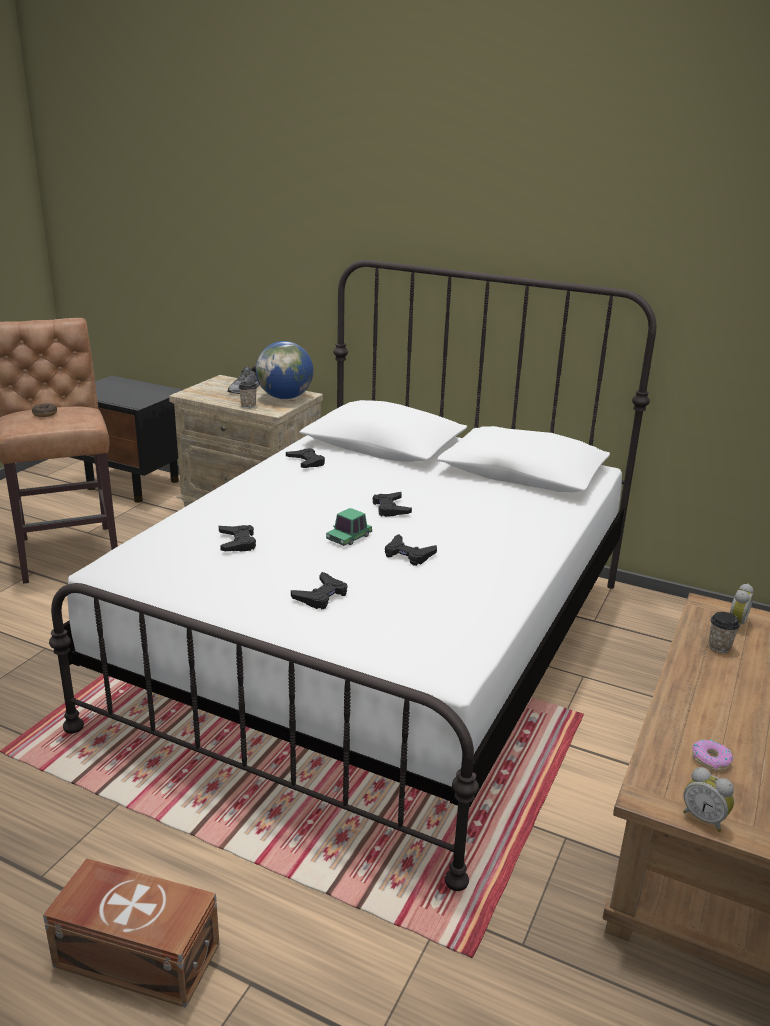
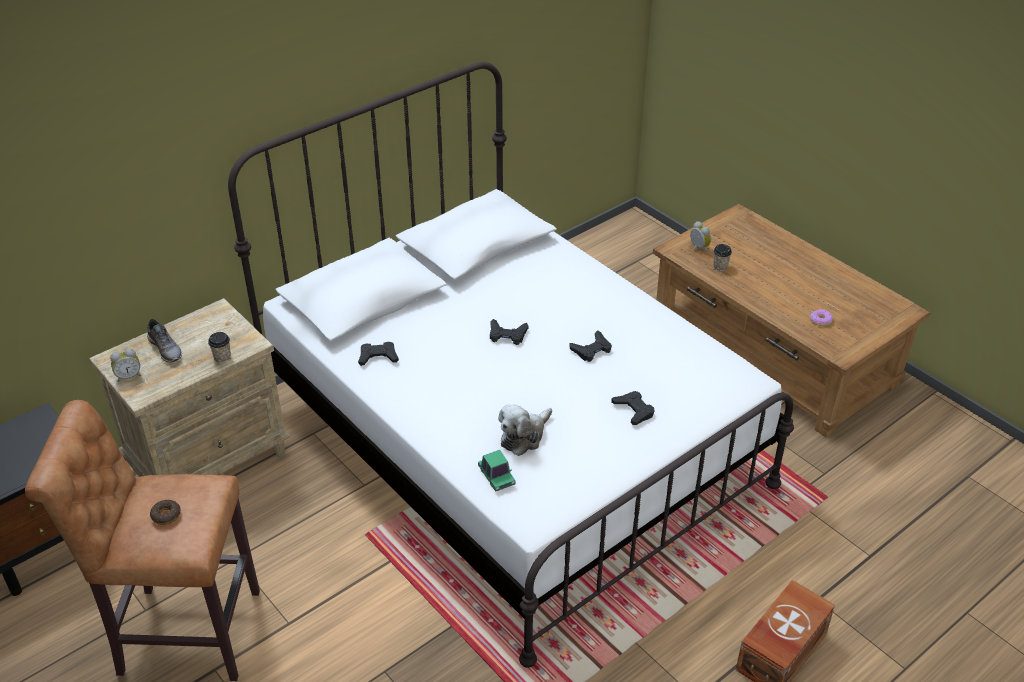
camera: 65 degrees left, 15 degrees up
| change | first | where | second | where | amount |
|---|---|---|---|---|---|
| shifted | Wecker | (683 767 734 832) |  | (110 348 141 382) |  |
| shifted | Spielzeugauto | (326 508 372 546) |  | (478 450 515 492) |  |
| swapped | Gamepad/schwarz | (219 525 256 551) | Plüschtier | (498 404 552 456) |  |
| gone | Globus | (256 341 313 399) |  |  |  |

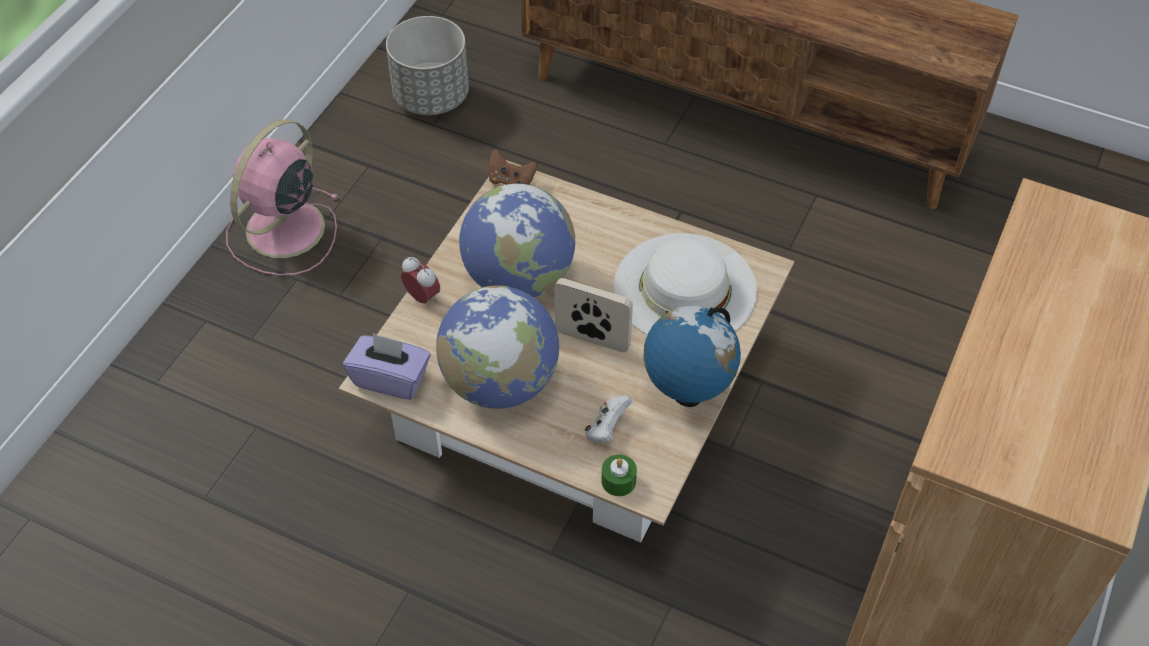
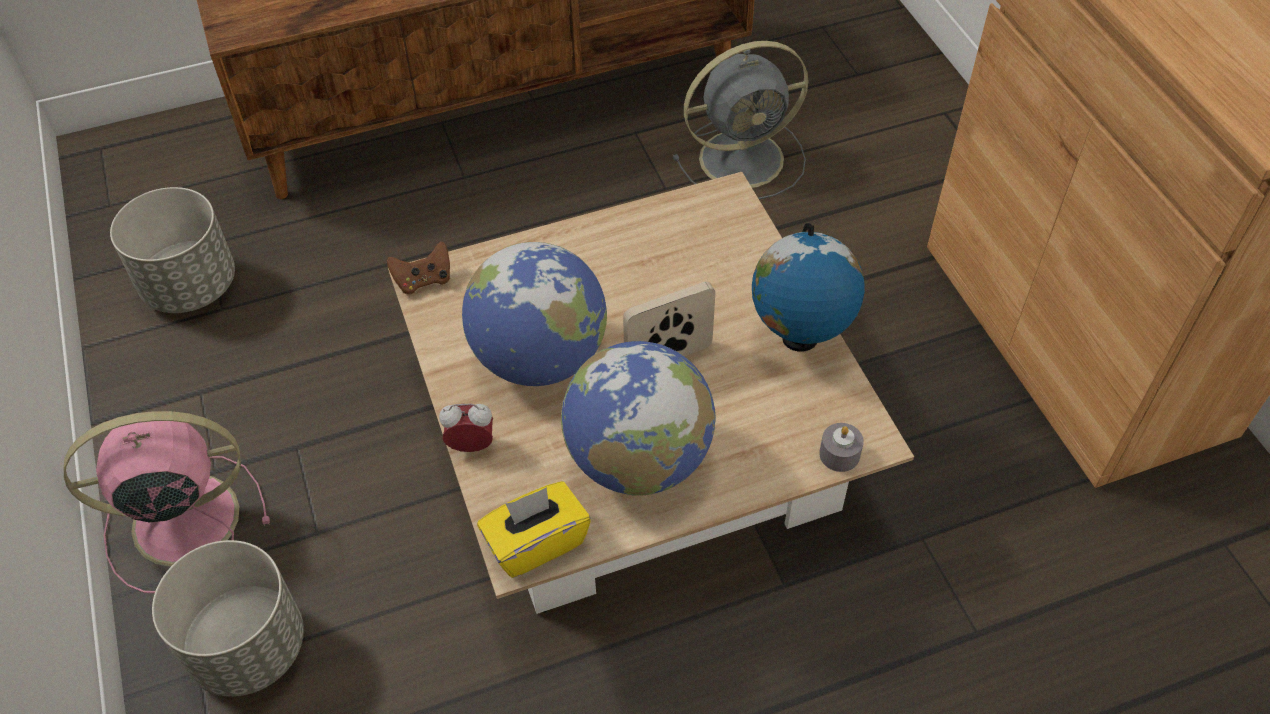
camera: 45 degrees left, 0 degrees up
| change | first | where | second | where | amount |
|---|---|---|---|---|---|
| rotated | Ventilator/rosa | (226 119 338 276) |  | (64 411 270 593) | 90 degrees clockwise |
| new |  |  | Pflanzkübel/grau | (152 540 304 697) |  |
| repainted | Taschentuchbox/lila | (343 333 431 400) | Taschentuchbox/gelb | (477 481 591 578) |  |
| new |  |  | Ventilator/grau | (673 41 808 199) |  |
| repainted | Kerze/grün | (602 454 637 496) | Kerze/grau | (819 423 864 472) |  |
| gone | Gamepad/weiß | (585 395 633 443) |  |  |  |
| gone | Hut/weiß | (614 233 757 335) |  |  |  |

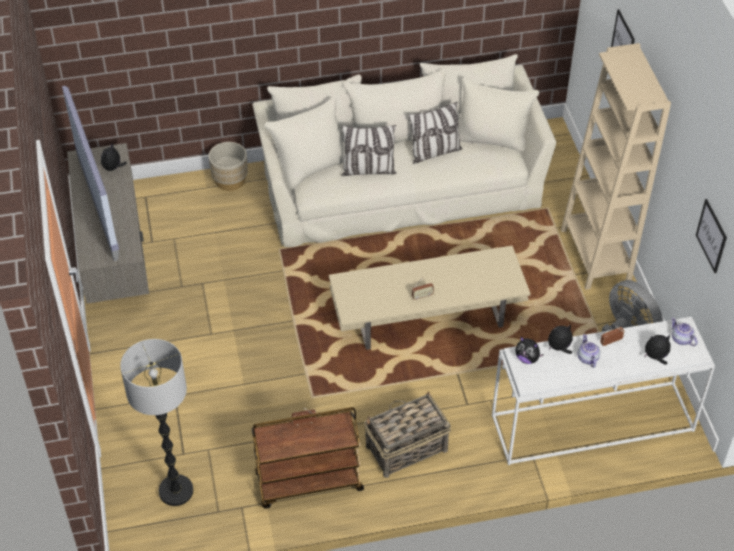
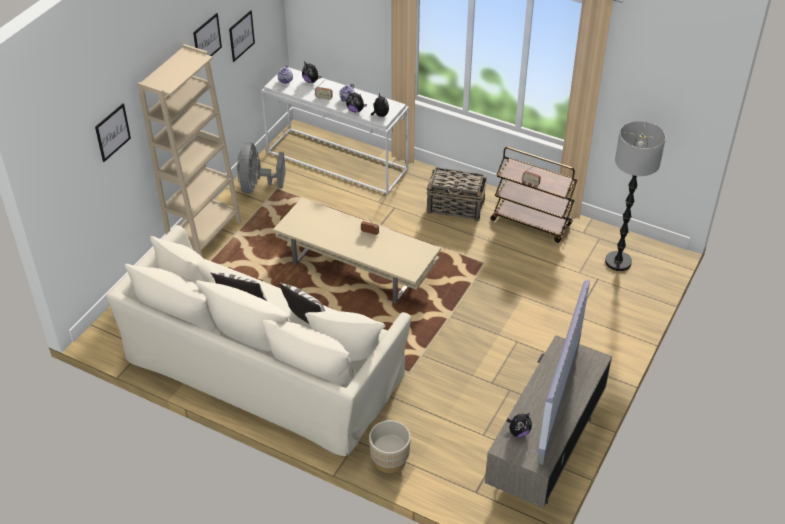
camera: 140 degrees left, 5 degrees down
| change | first | where | second | where | amount |
|---|---|---|---|---|---|
| new |  |  | Bild | (193 13 222 56) |  |

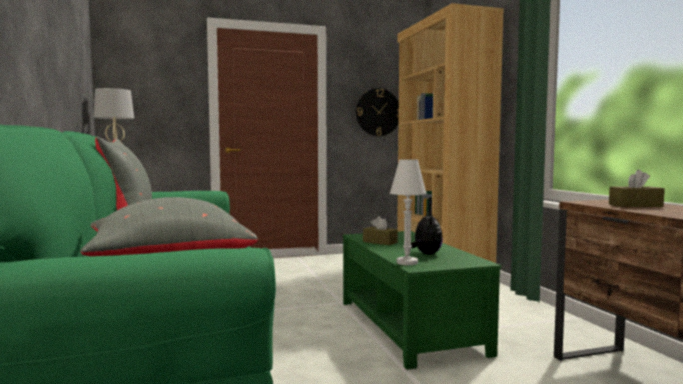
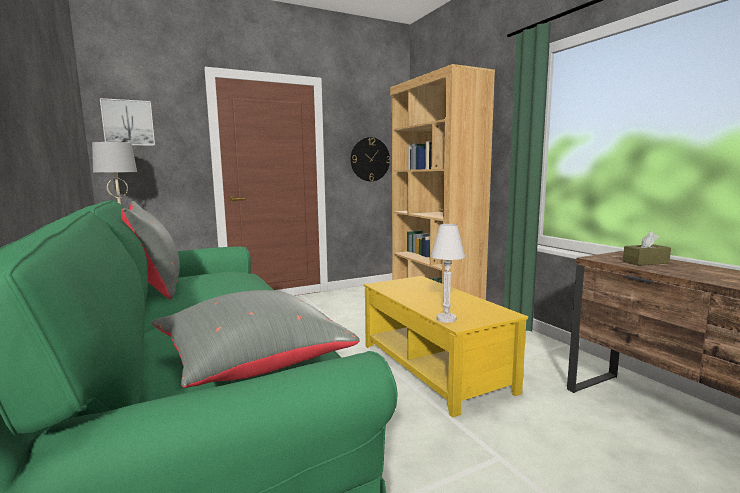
camera: 10 degrees left, 5 degrees up
| change | first | where | second | where | amount |
|---|---|---|---|---|---|
| new |  |  | Bild | (100 98 155 146) |  |
| repainted | Couchtisch/grün | (343 231 501 370) | Couchtisch/gelb | (364 276 528 418) |  |
| gone | Taschentuchbox/braun | (363 216 398 245) |  |  |  |
| gone | Plüschtier | (411 213 443 254) |  |  |  |

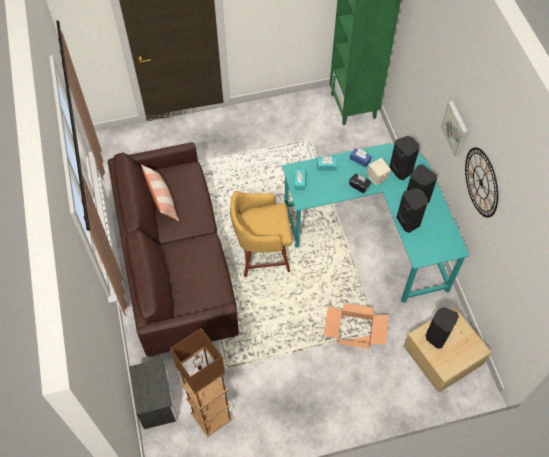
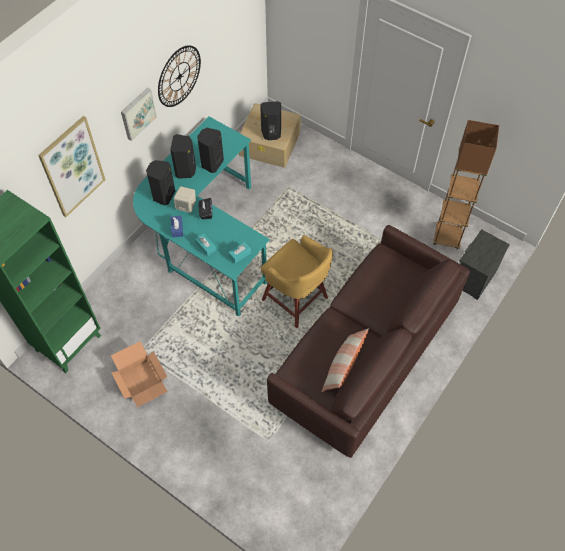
camera: 130 degrees left, 0 degrees up
| change | first | where | second | where | amount |
|---|---|---|---|---|---|
| new |  |  | Bild | (38 116 105 217) |  |
| shifted | Karton | (324 303 389 349) |  | (111 341 168 407) |  |

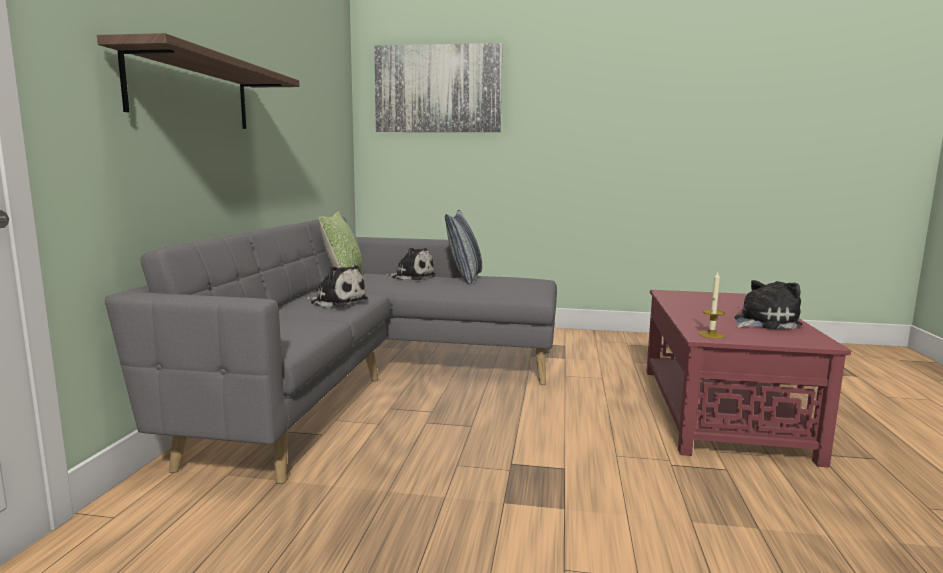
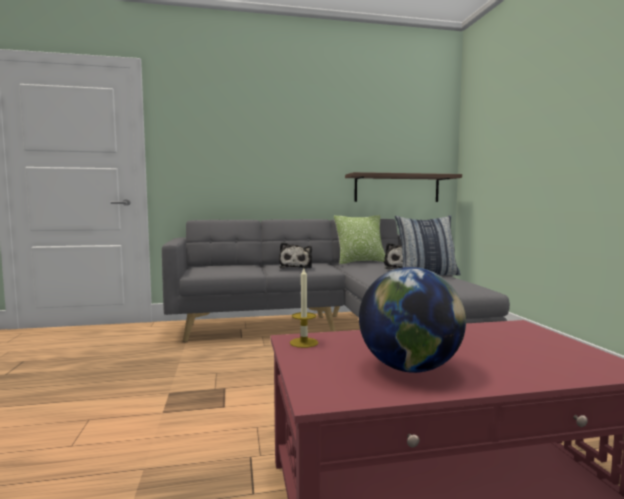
camera: 70 degrees right, 5 degrees down
| change | first | where | second | where | amount |
|---|---|---|---|---|---|
| shifted | Wandregal | (97 33 300 129) |  | (345 172 462 202) |  |
| swapped | Plüschtier | (734 280 802 329) | Globus | (359 267 466 373) |  |
| gone | Bild | (374 43 503 132) |  |  |  |

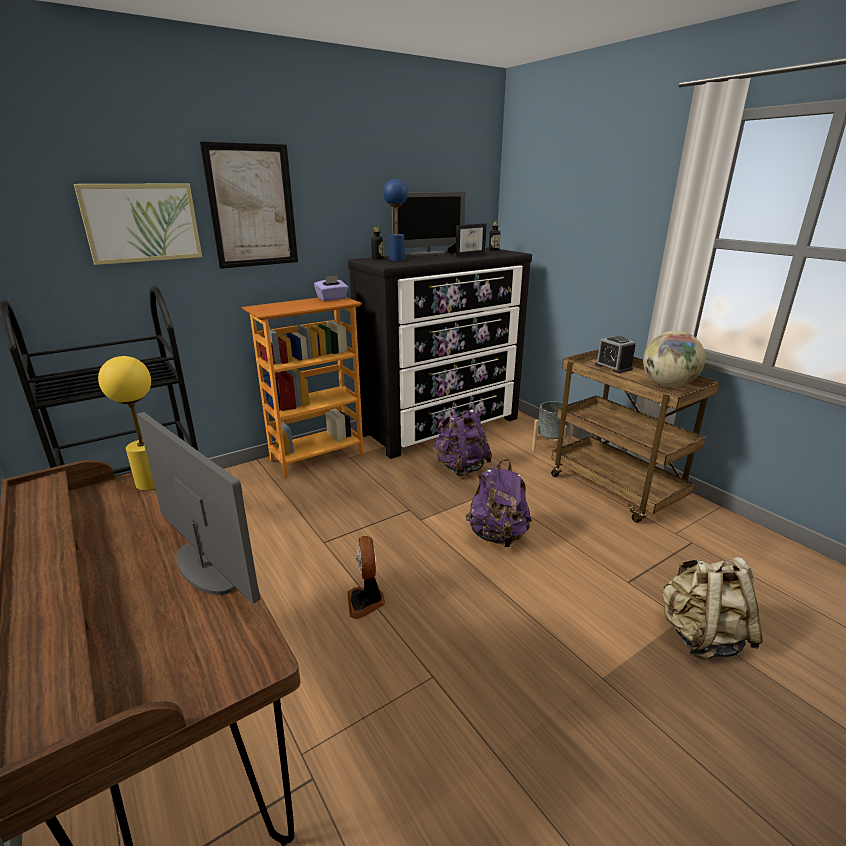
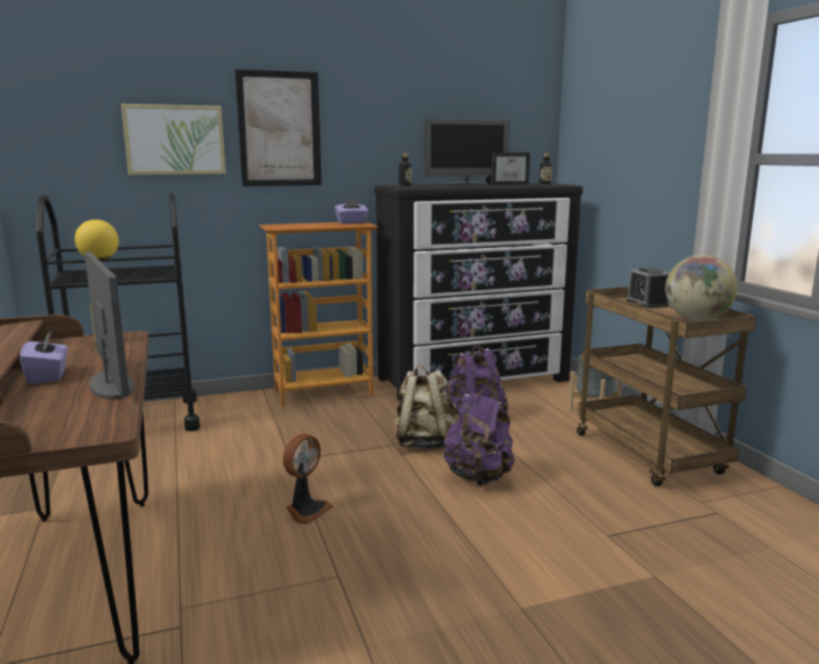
camera: 15 degrees right, 10 degrees down
| change | first | where | second | where | amount |
|---|---|---|---|---|---|
| new |  |  | Taschentuchbox/lila | (20 330 68 384) |  |
| rotated | Ventilator | (347 536 385 619) |  | (283 433 333 524) | 150 degrees counterclockwise |
| shifted | Rucksack/beige | (662 557 763 659) |  | (394 365 457 449) |  |
| gone | Tischlampe/blau | (383 179 408 261) |  |  |  |

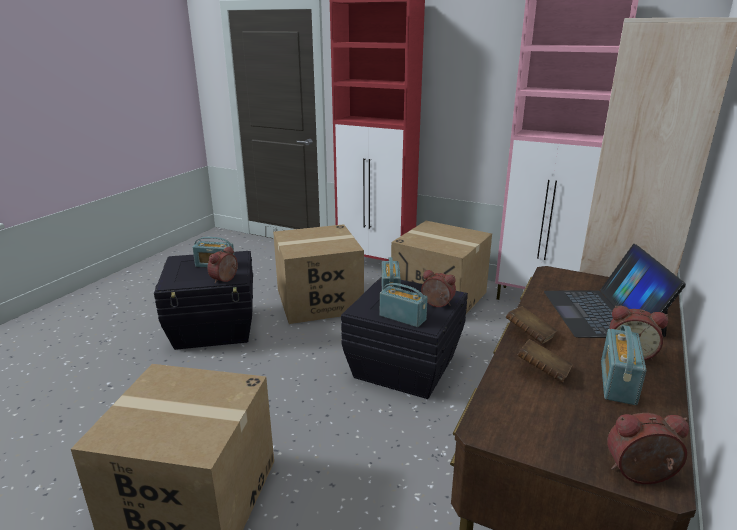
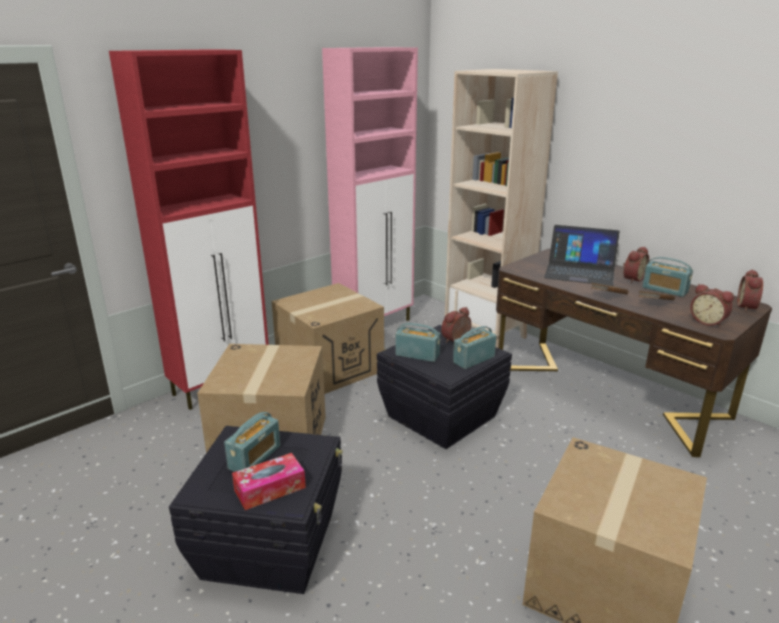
camera: 70 degrees left, 0 degrees up
| change | first | where | second | where | amount |
|---|---|---|---|---|---|
| new |  |  | Taschentuchbox | (232 453 306 510) |  |
| shifted | Wecker | (207 246 238 283) |  | (690 284 734 328) |  |

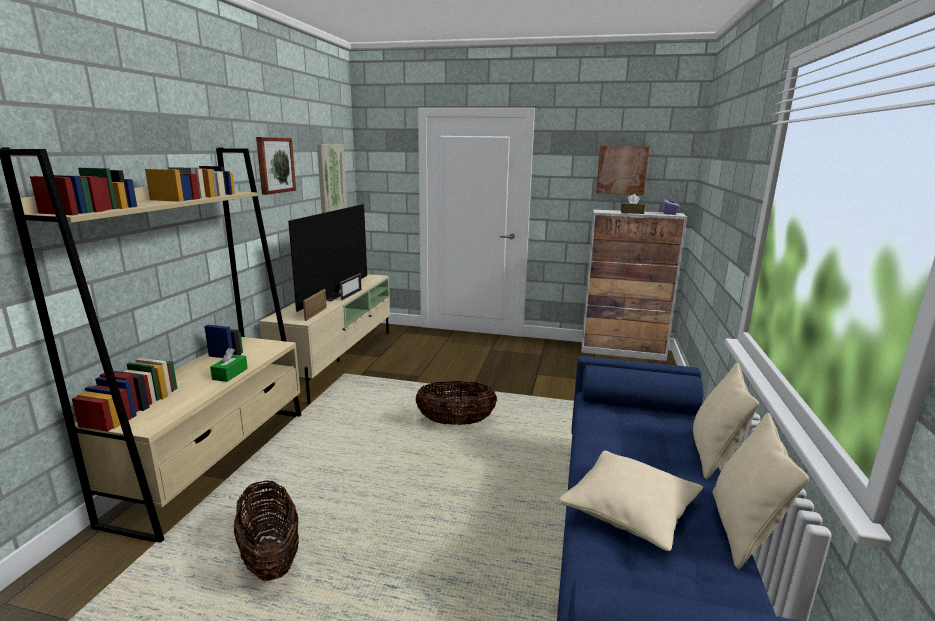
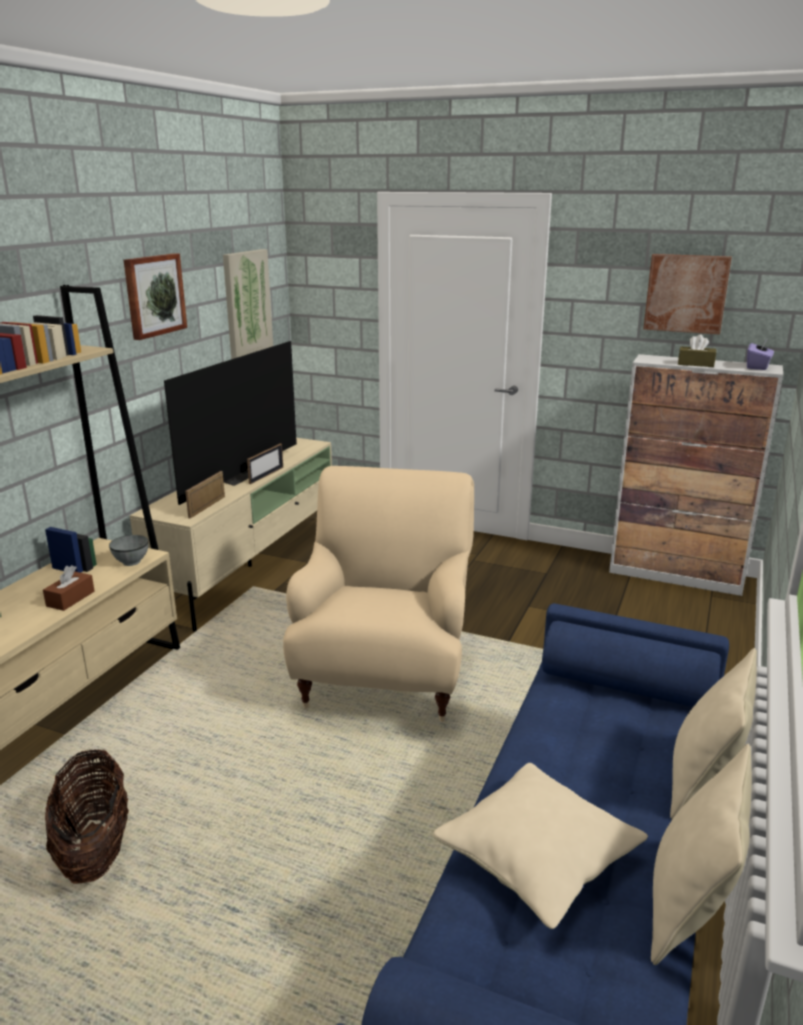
camera: 10 degrees right, 5 degrees up
| change | first | where | second | where | amount |
|---|---|---|---|---|---|
| repainted | Taschentuchbox/grün | (210 348 248 382) | Taschentuchbox/braun | (43 565 95 611) |  |
| new |  |  | Schüssel/grau | (109 535 148 566) |  |
| swapped | Korb | (416 381 497 425) | Sessel/beige | (283 466 474 722) |  |

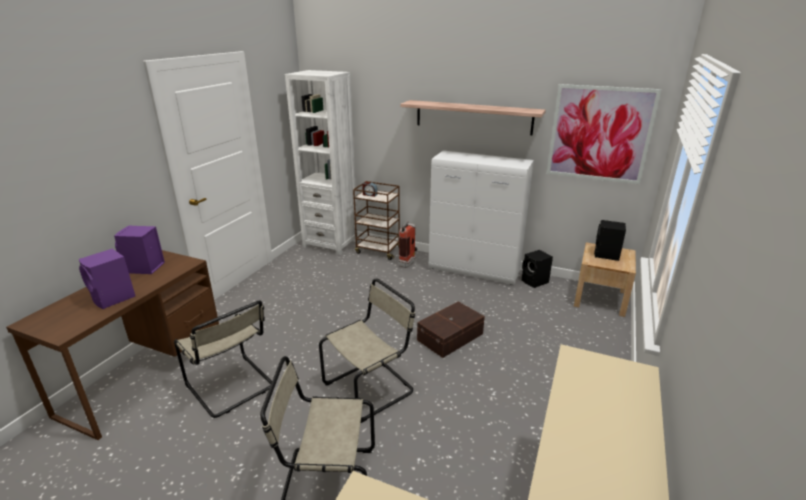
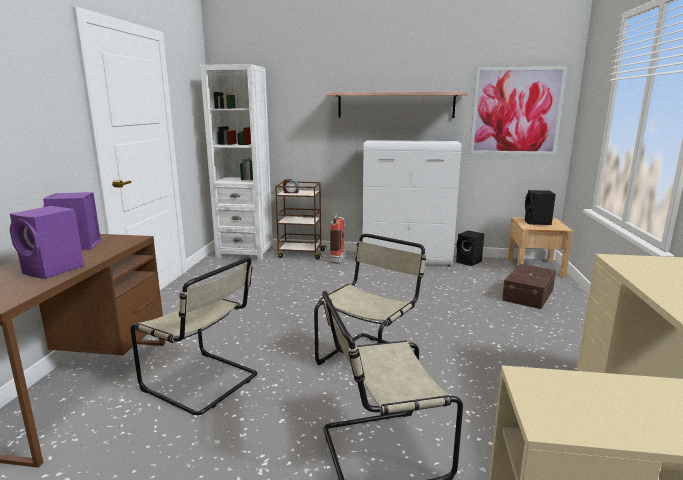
camera: 15 degrees left, 10 degrees down
| change | first | where | second | where | amount |
|---|---|---|---|---|---|
| shifted | Aufbewahrungsbox/braun | (417 302 485 358) |  | (502 264 556 309) |  |

